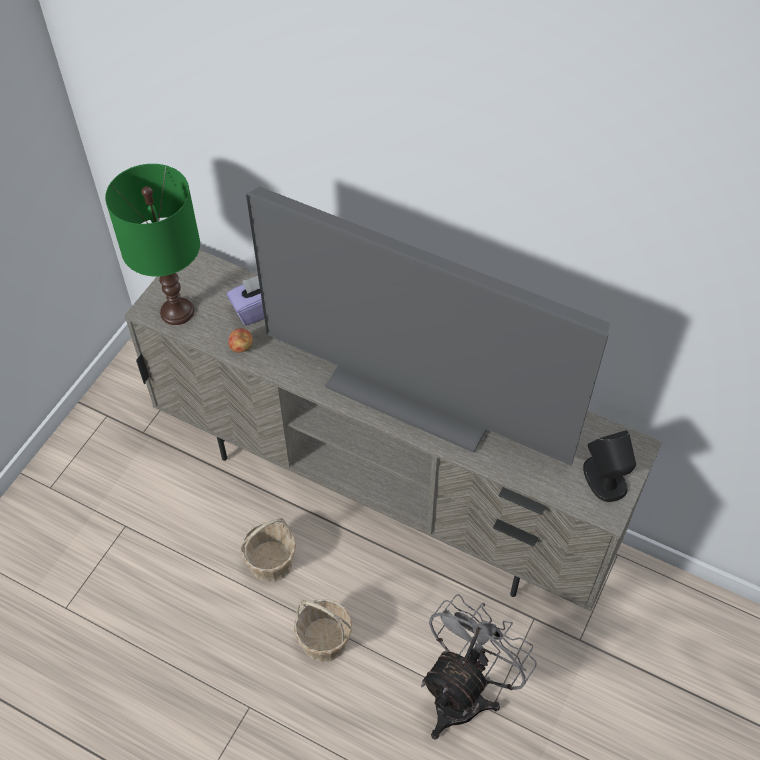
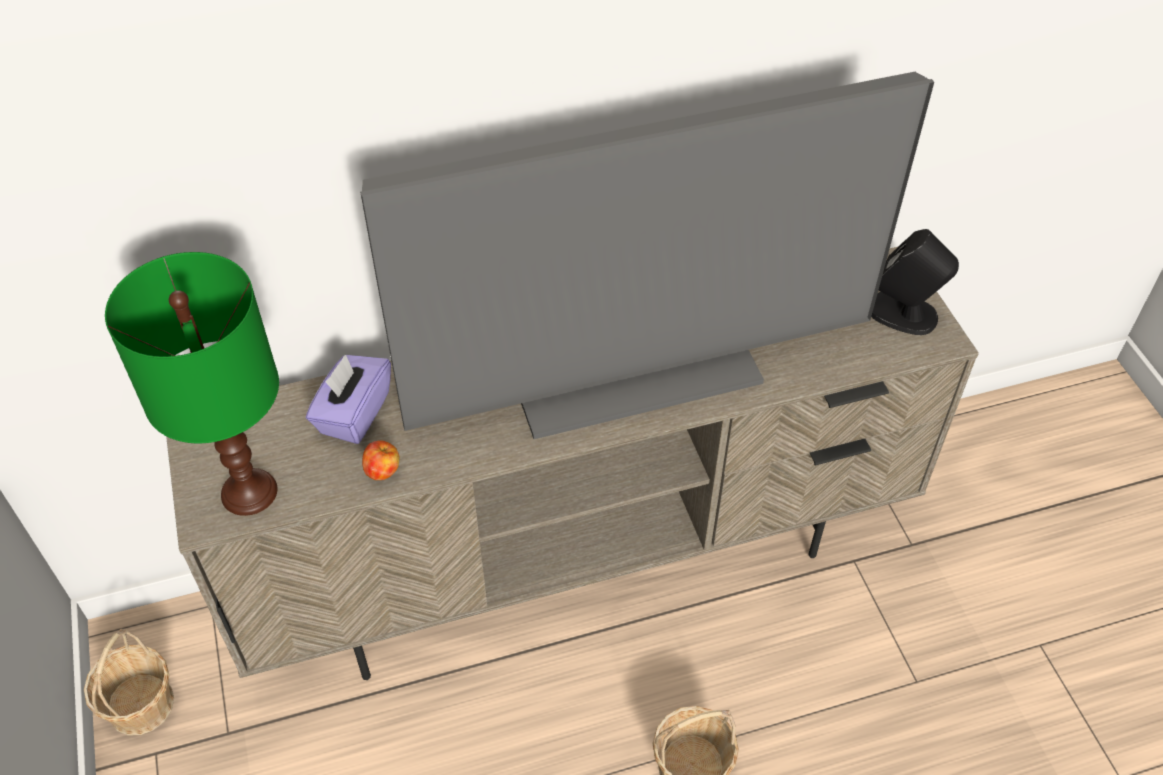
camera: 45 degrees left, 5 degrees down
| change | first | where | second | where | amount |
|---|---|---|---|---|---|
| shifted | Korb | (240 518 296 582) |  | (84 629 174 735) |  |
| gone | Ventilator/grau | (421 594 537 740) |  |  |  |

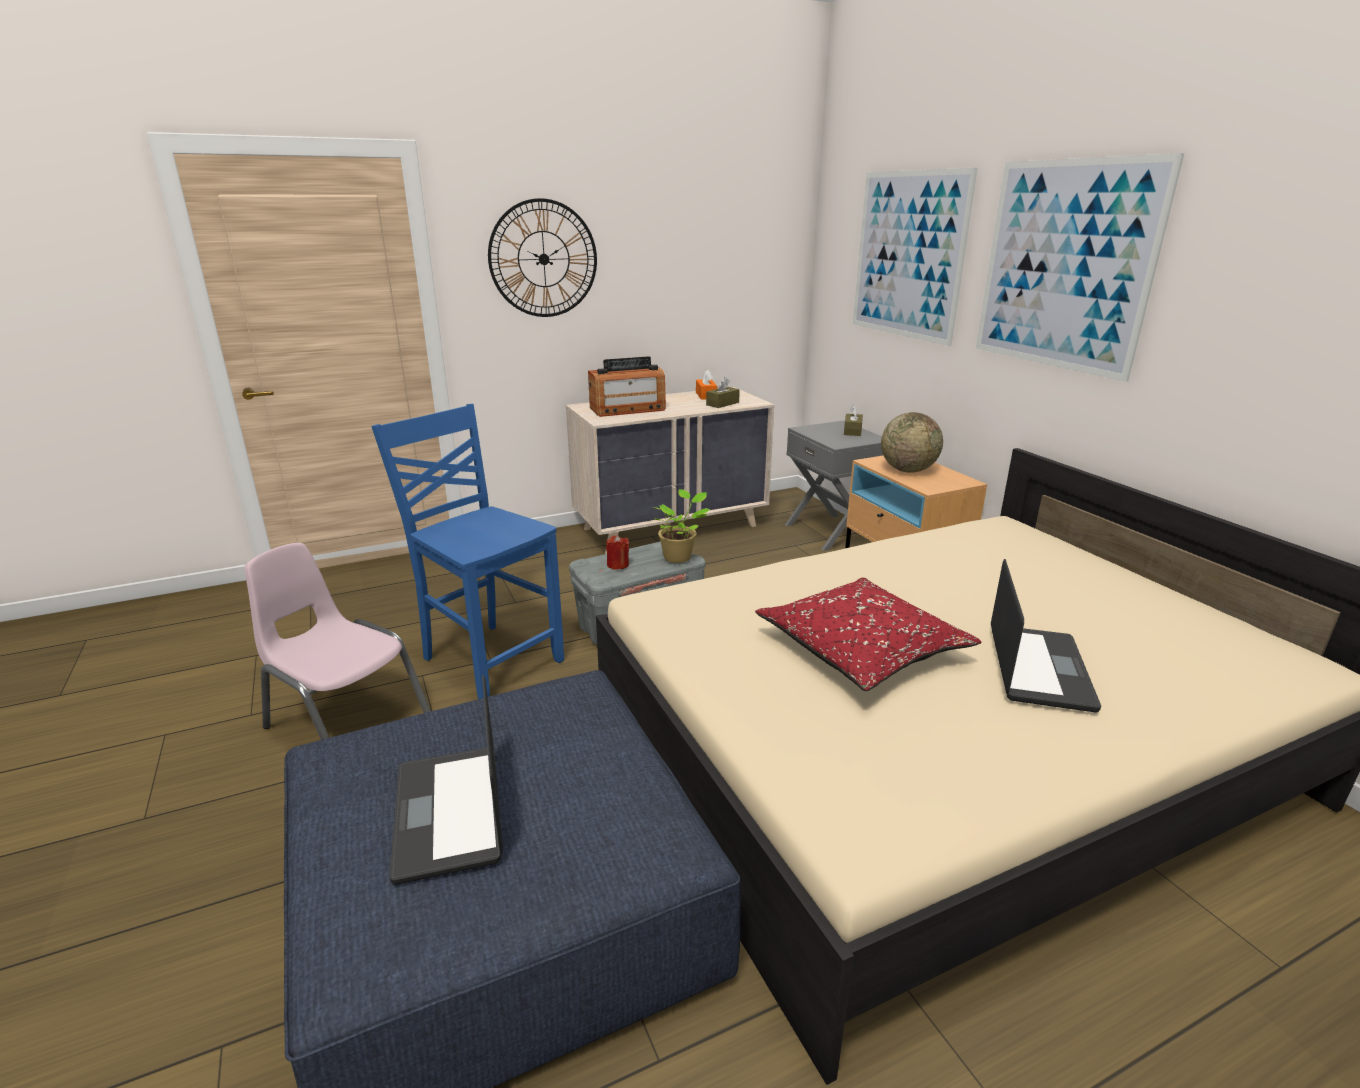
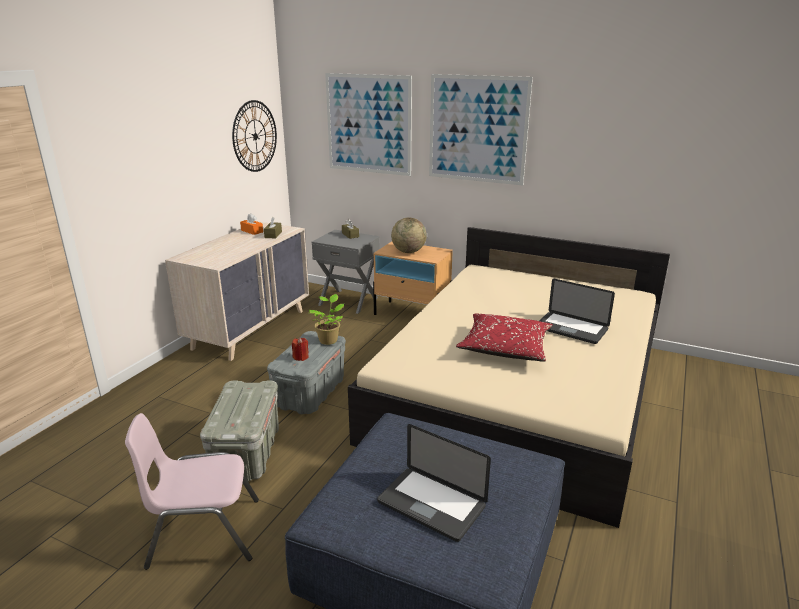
camera: 40 degrees left, 0 degrees up
| change | first | where | second | where | amount |
|---|---|---|---|---|---|
| swapped | Stuhl/blau | (371 404 564 699) | Aufbewahrungsbox/grau | (200 380 279 481) |  |
| shifted | Wanduhr | (488 198 597 317) |  | (232 100 277 172) |  |
| rotated | Laptop | (991 559 1101 712) |  | (539 279 615 344) | 150 degrees clockwise |
| gone | Radio | (588 356 666 417) |  |  |  |

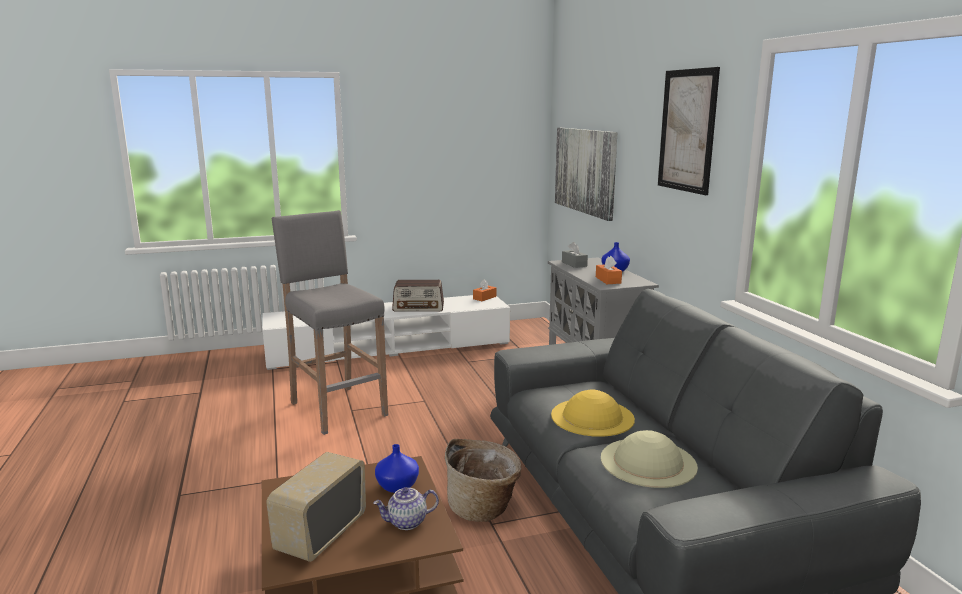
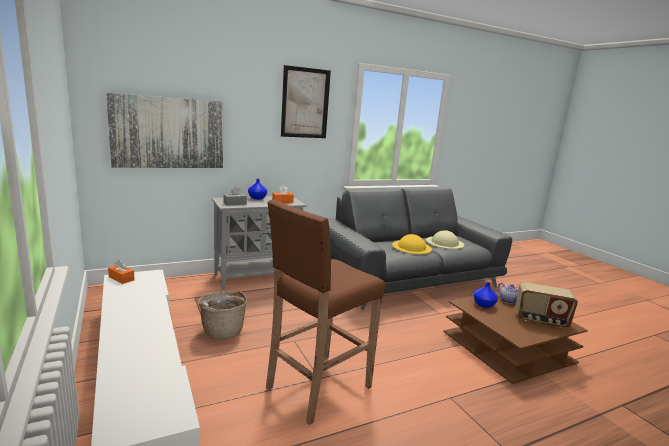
camera: 100 degrees left, 0 degrees up
| change | first | where | second | where | amount |
|---|---|---|---|---|---|
| shifted | Korb | (445 439 522 522) |  | (198 291 247 339) |  |
| repainted | Hocker/grau | (271 210 388 435) | Hocker/braun | (266 199 385 425) |  |
| gone | Radio | (392 280 444 312) |  |  |  |

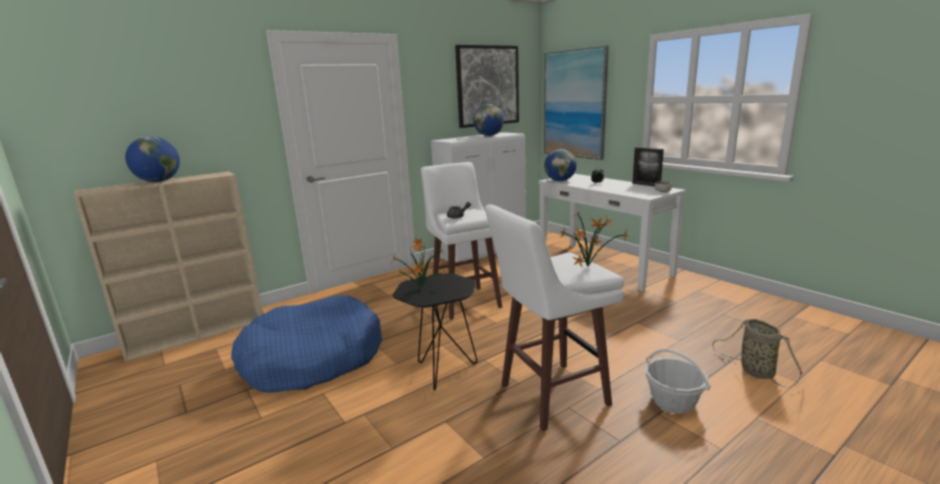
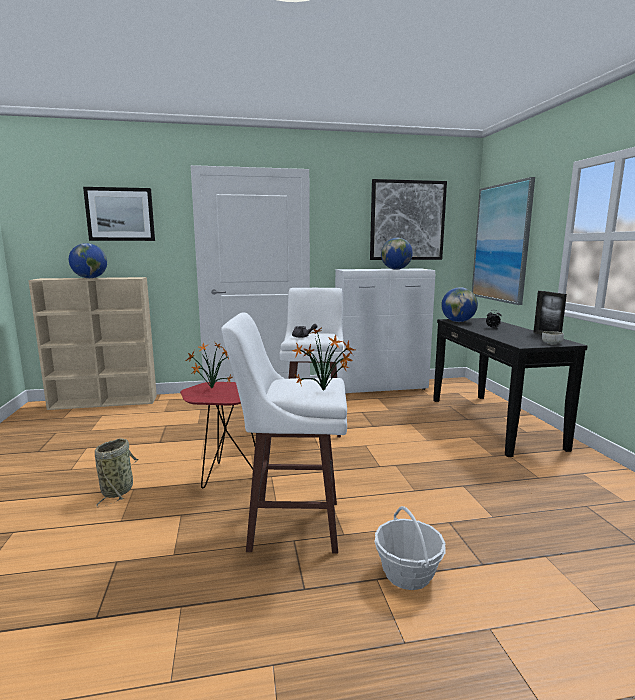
camera: 25 degrees right, 5 degrees down
| change | first | where | second | where | amount |
|---|---|---|---|---|---|
| new |  |  | Bild | (83 187 155 241) |  |
| shifted | Korb | (712 319 802 388) |  | (95 438 138 507) |  |
| repainted | Beistelltisch/schwarz | (392 273 478 391) | Beistelltisch/rot | (180 382 255 489) |  |
| repainted | Konsolentisch/weiß | (539 174 686 291) | Konsolentisch/schwarz | (433 318 588 457) |  |
| gone | Hundebett/blau | (231 295 382 393) |  |  |  |

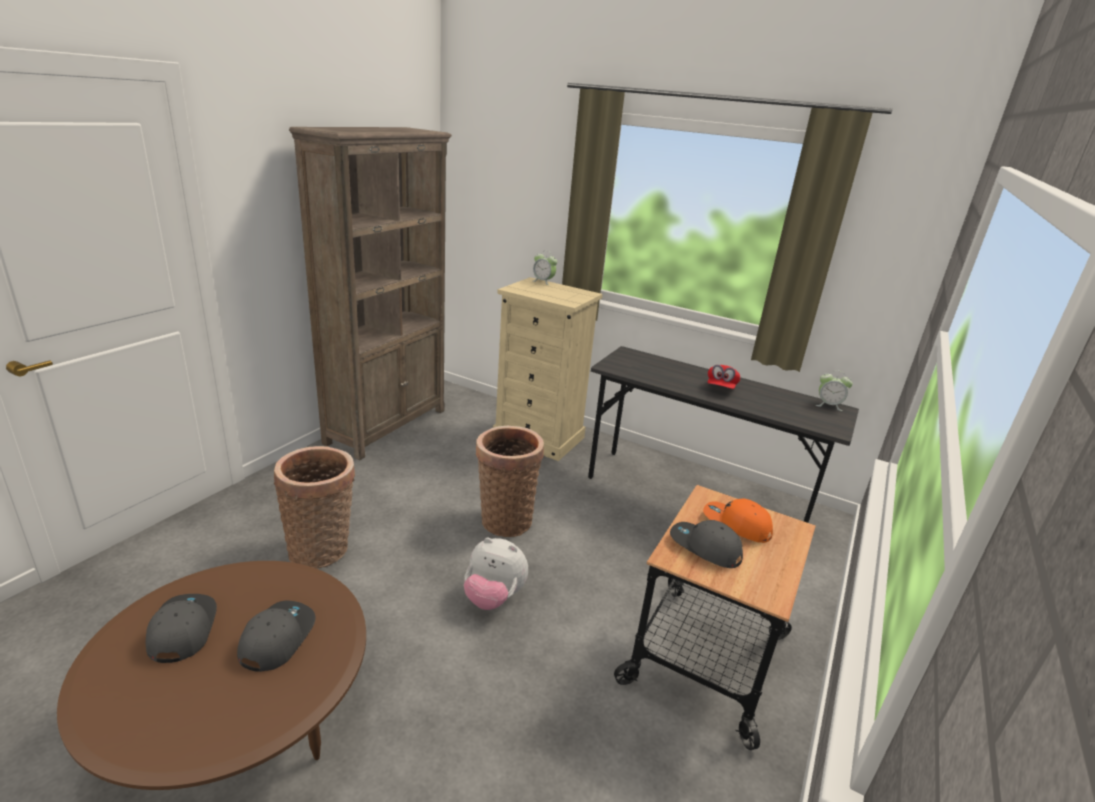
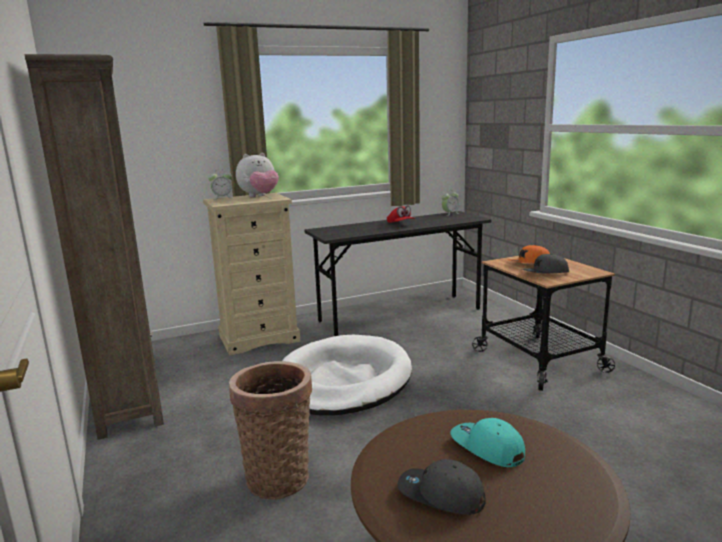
camera: 50 degrees left, 10 degrees down
| change | first | where | second | where | amount |
|---|---|---|---|---|---|
| shifted | Plüschtier | (464 537 528 610) |  | (236 153 279 197) |  |
| swapped | Korb | (476 426 544 537) | Hundebett/weiß | (282 335 412 416) |  |
| repainted | Kappe/grau | (237 600 315 672) | Kappe/türkis | (450 418 525 467) |  |

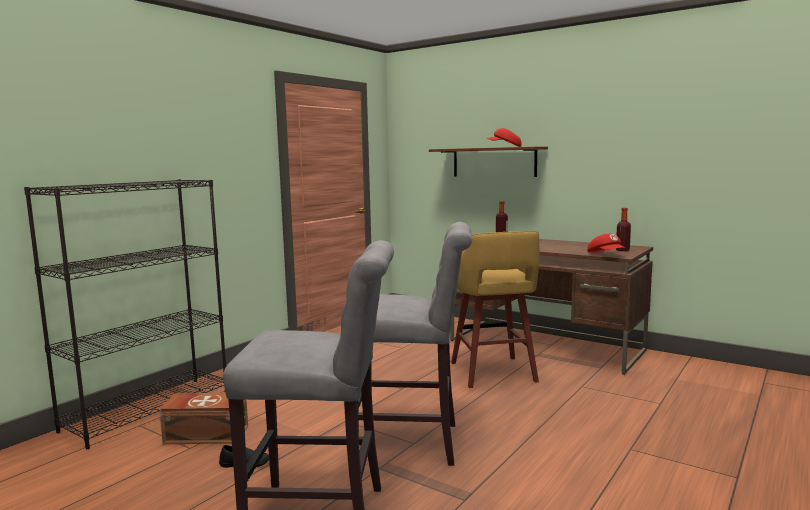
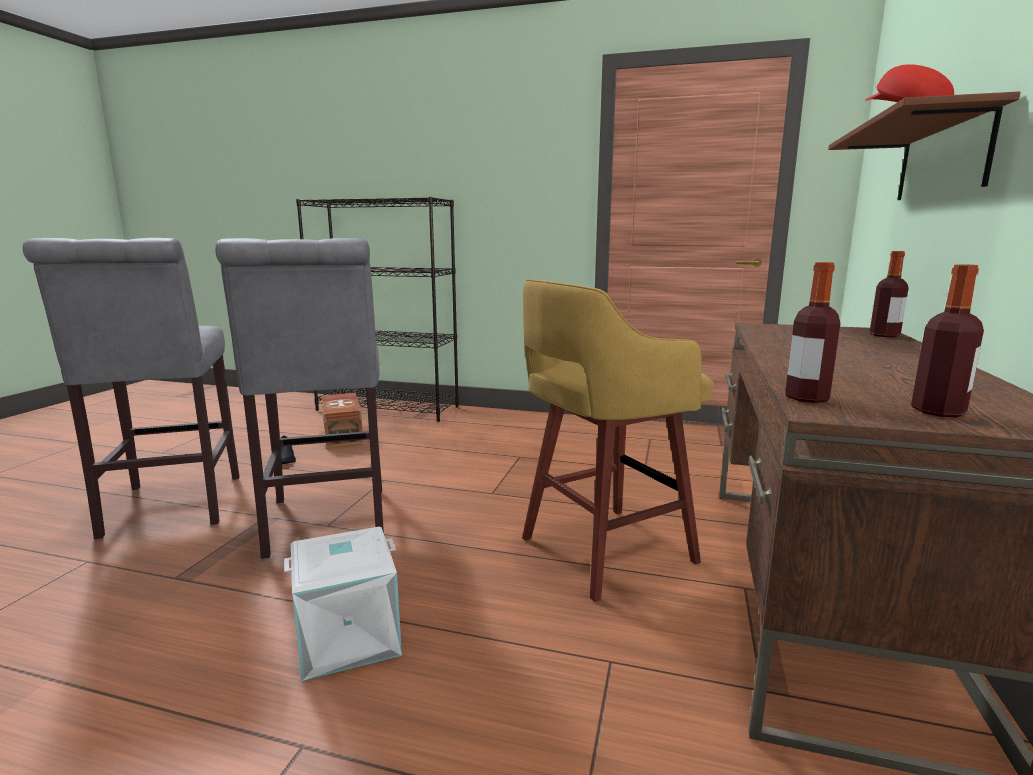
camera: 70 degrees right, 5 degrees up
| change | first | where | second | where | amount |
|---|---|---|---|---|---|
| new |  |  | Aufbewahrungsbox/weiß | (284 527 402 681) |  |
| swapped | Kappe/rot | (587 233 626 253) | Flasche | (785 262 840 403) |  |

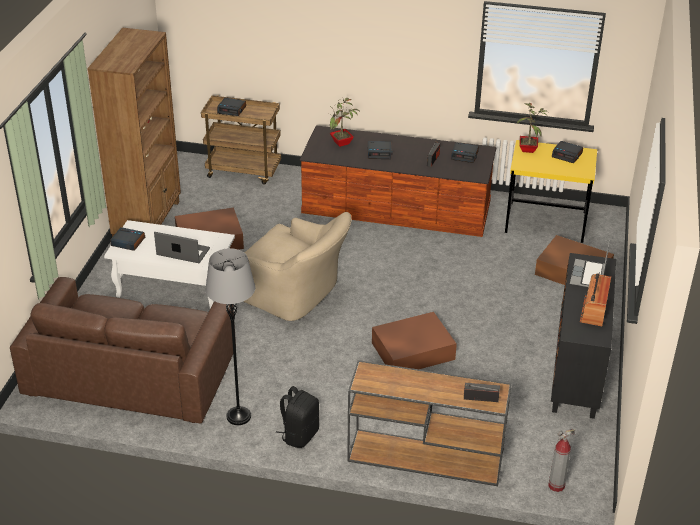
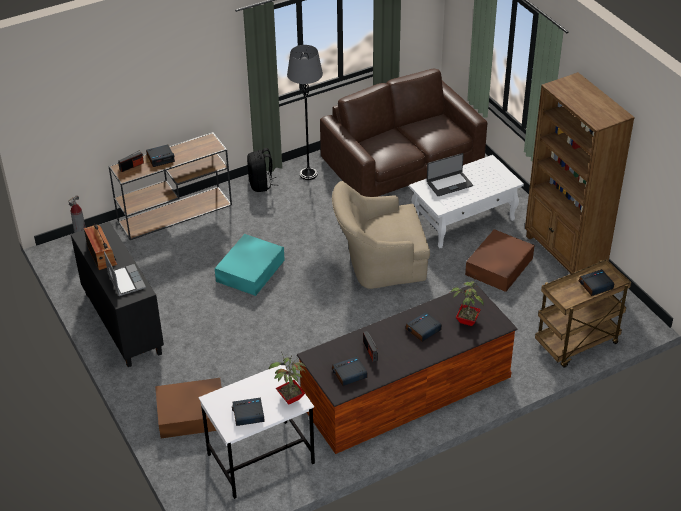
camera: 140 degrees right, 5 degrees up
| change | first | where | second | where | amount |
|---|---|---|---|---|---|
| shifted | Wecker | (110 227 145 251) |  | (146 144 175 167) |  |
| repainted | Schreibtisch/gelb | (505 140 597 243) | Schreibtisch/weiß | (199 365 315 499) |  |
| repainted | Aufbewahrungsbox/braun | (372 312 457 369) | Aufbewahrungsbox/türkis | (215 234 285 296) |  |

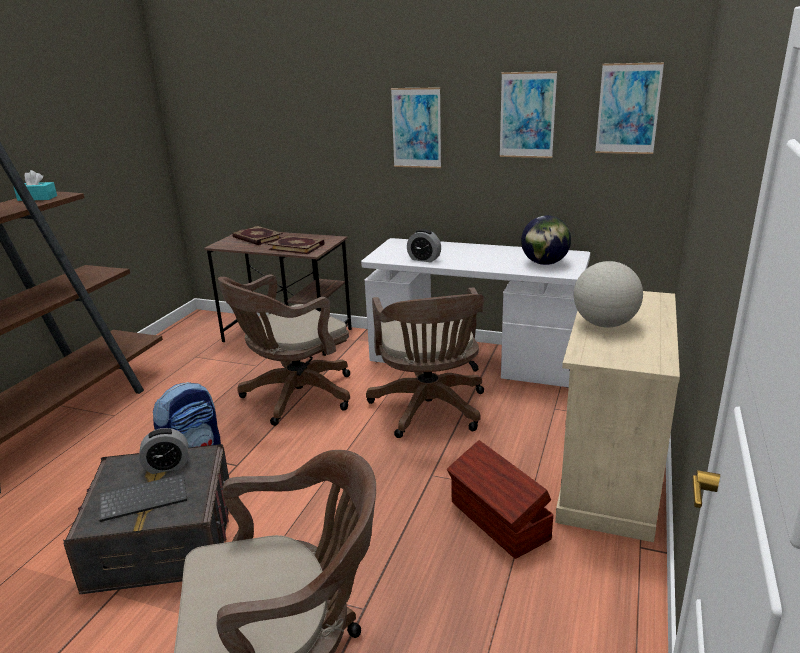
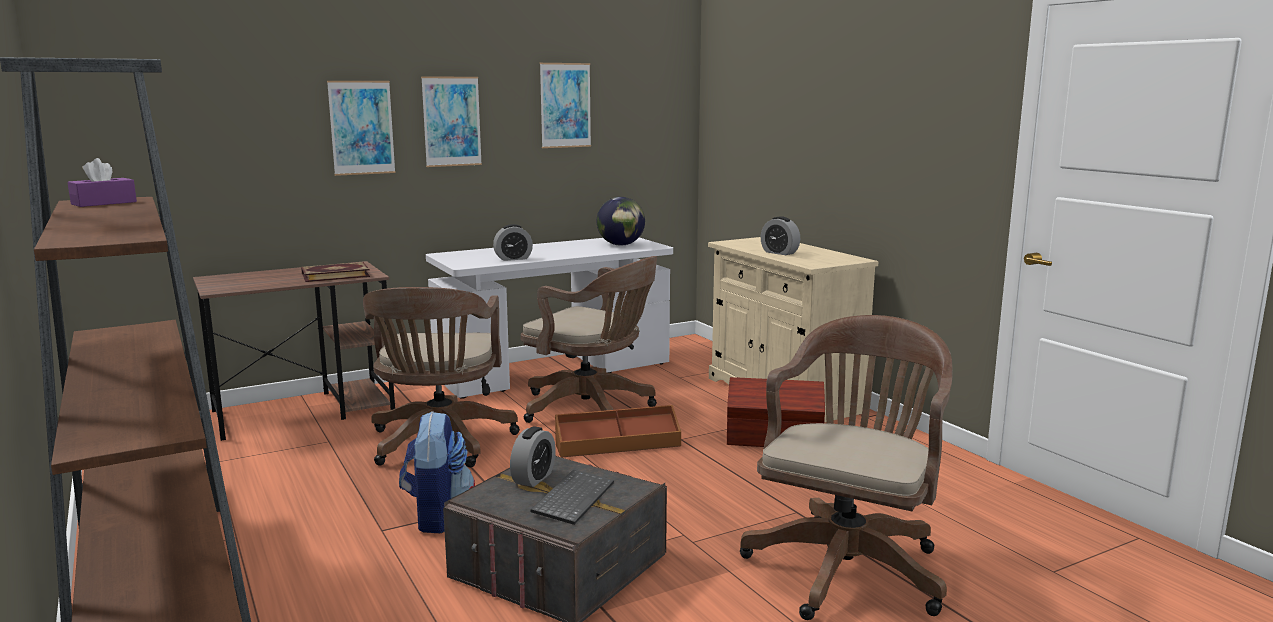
camera: 50 degrees left, 10 degrees down
| change | first | where | second | where | amount |
|---|---|---|---|---|---|
| repainted | Taschentuchbox/türkis | (14 170 57 201) | Taschentuchbox/lila | (68 158 137 207) |  |
| shifted | Bild | (595 62 664 154) |  | (327 81 396 176) |  |
| new |  |  | Aufbewahrungsbox/braun | (555 405 681 458) |  |
| swapped | Globus | (574 261 643 328) | Wecker | (760 216 800 255) |  |
| gone | Buch | (232 226 283 245) |  |  |  |

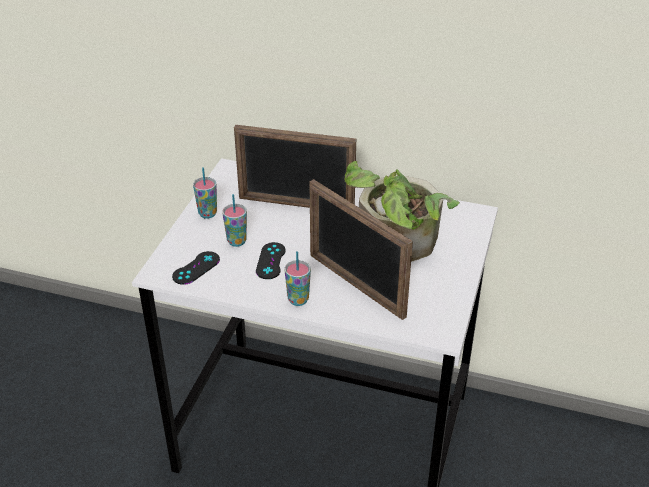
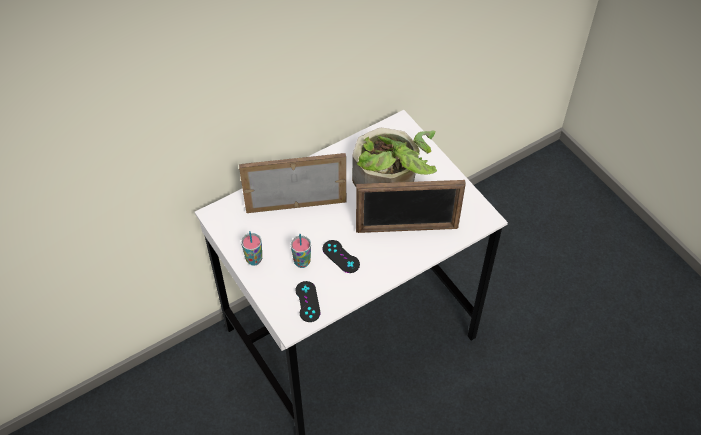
camera: 50 degrees left, 15 degrees up
| change | first | where | second | where | amount |
|---|---|---|---|---|---|
| rotated | Bilderrahmen | (234 125 356 208) |  | (239 153 346 213) | 150 degrees counterclockwise |
| gone | Tasse | (284 251 311 306) |  |  |  |

